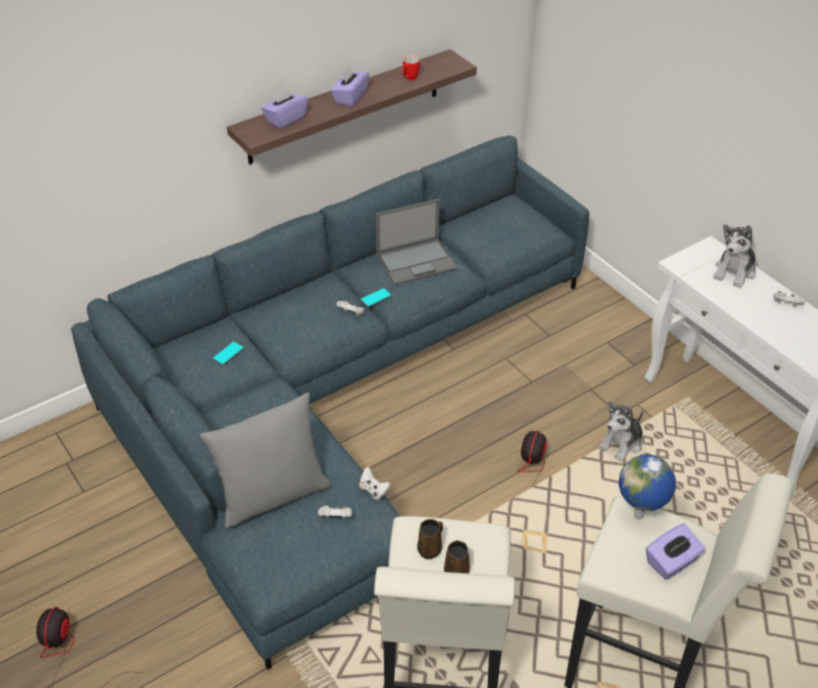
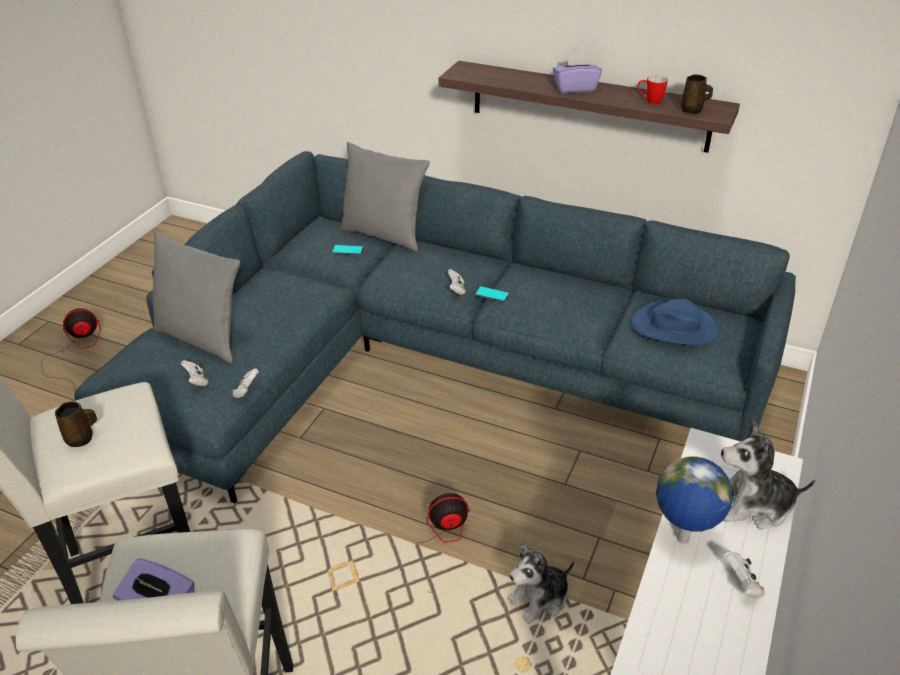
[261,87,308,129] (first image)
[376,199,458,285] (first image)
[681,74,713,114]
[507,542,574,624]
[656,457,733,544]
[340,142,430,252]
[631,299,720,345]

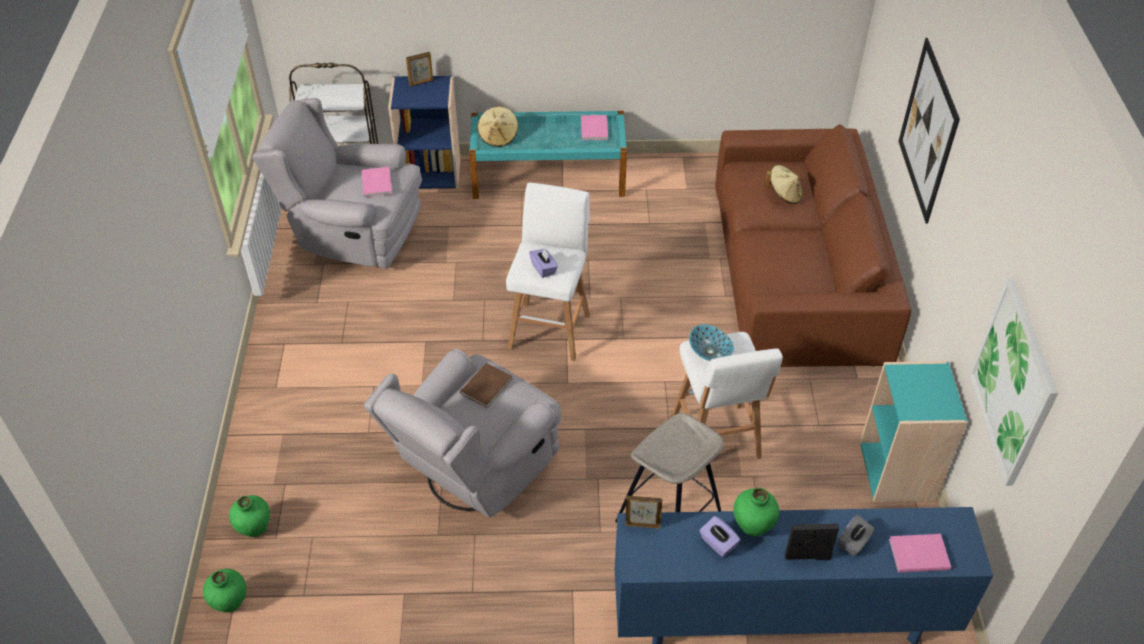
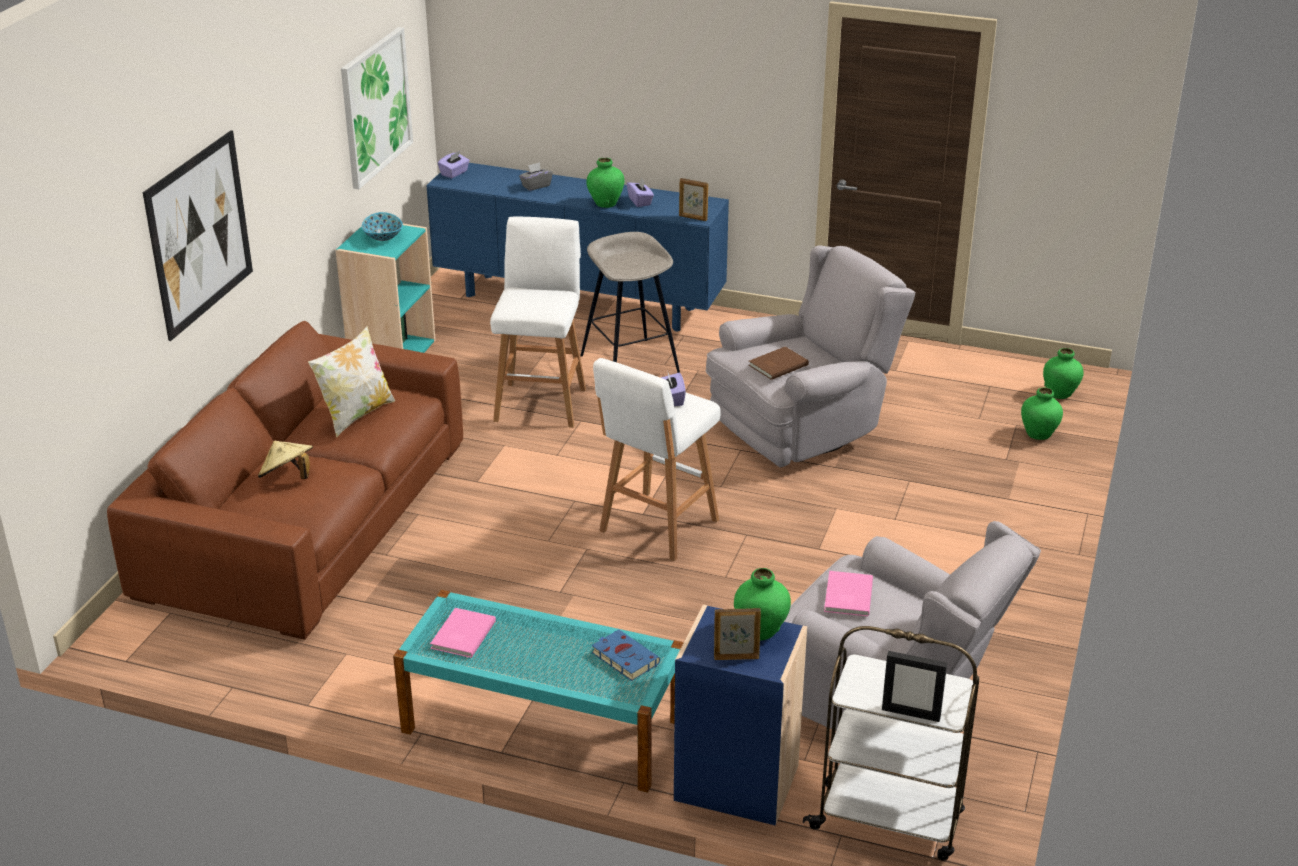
[592,629,660,681]
[362,212,403,241]
[882,651,947,722]
[889,534,951,573] (first image)
[308,326,395,437]
[438,151,470,178]
[734,568,791,640]

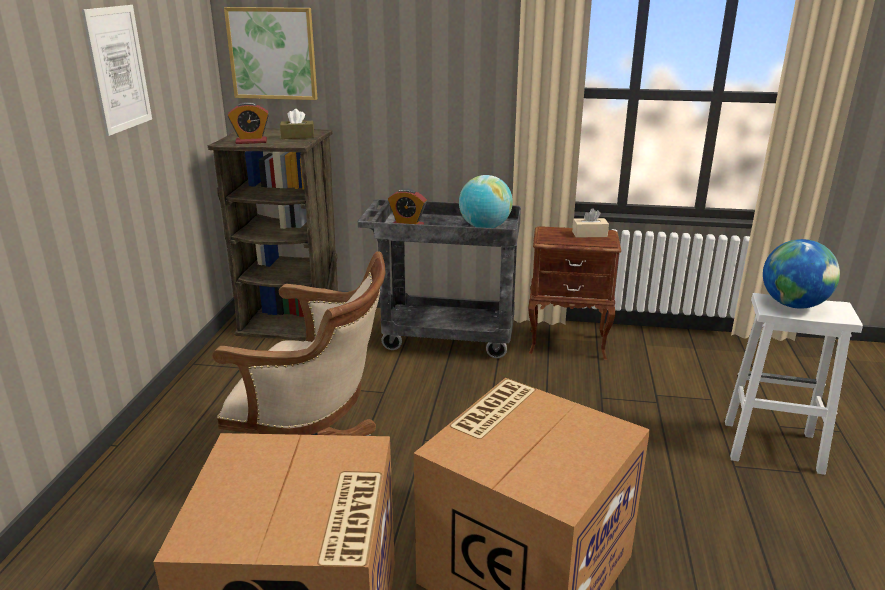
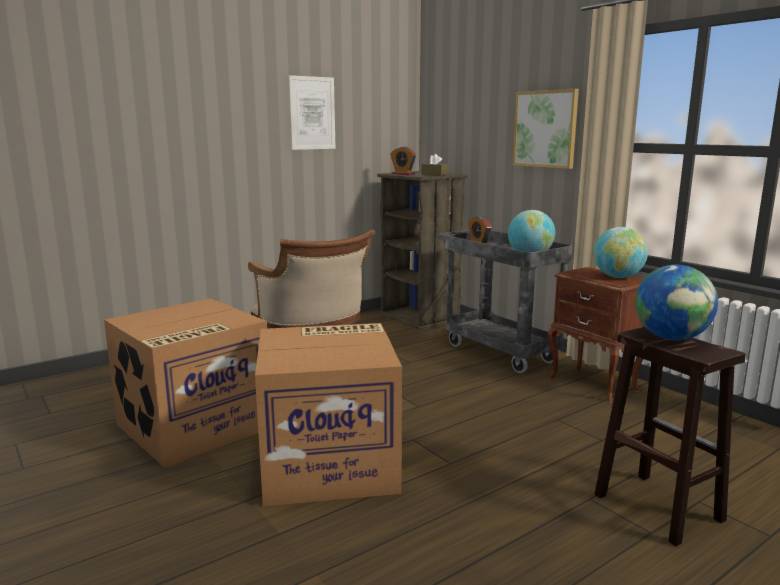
[513,89,579,169]
[593,227,648,278]
[595,327,746,546]

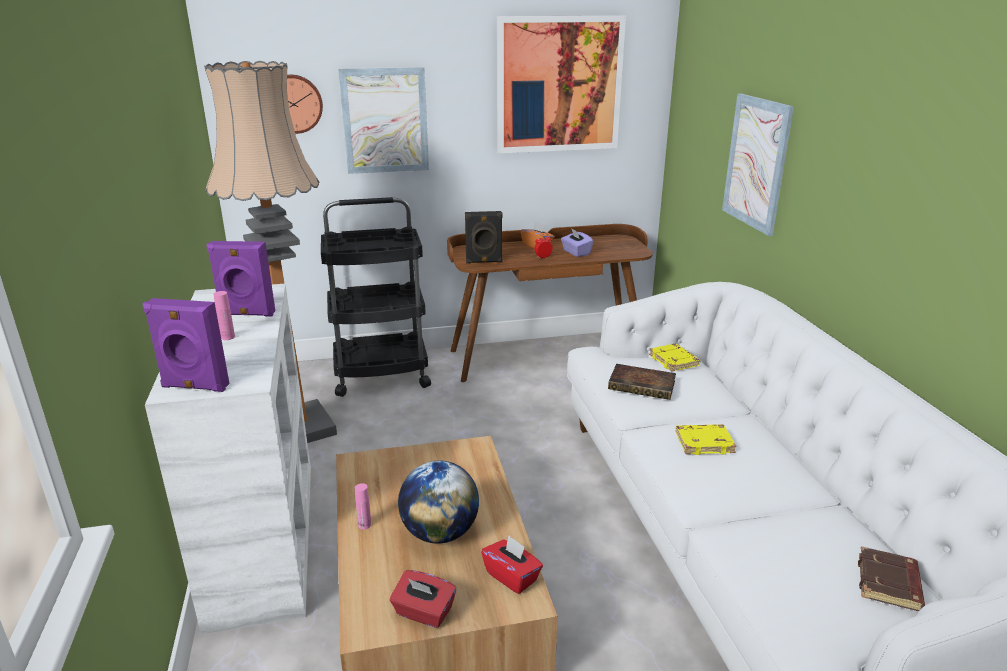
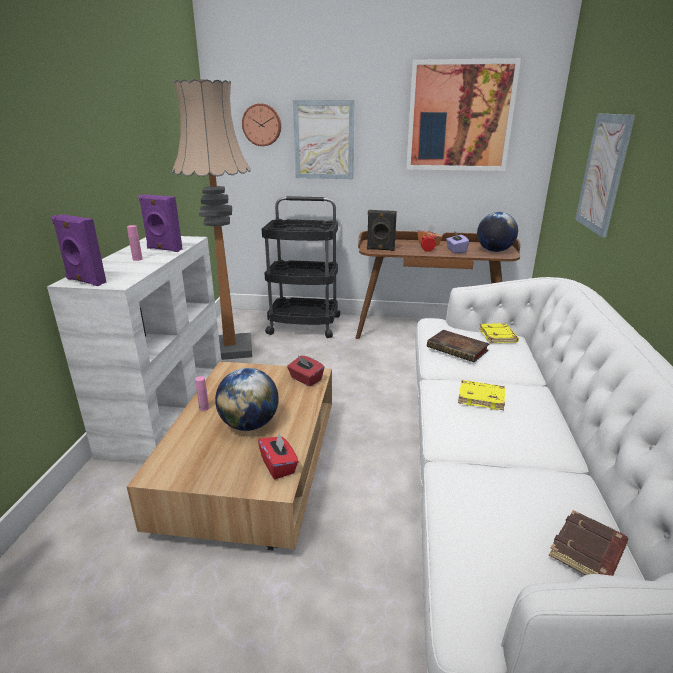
[287,356,324,386]
[477,212,518,252]

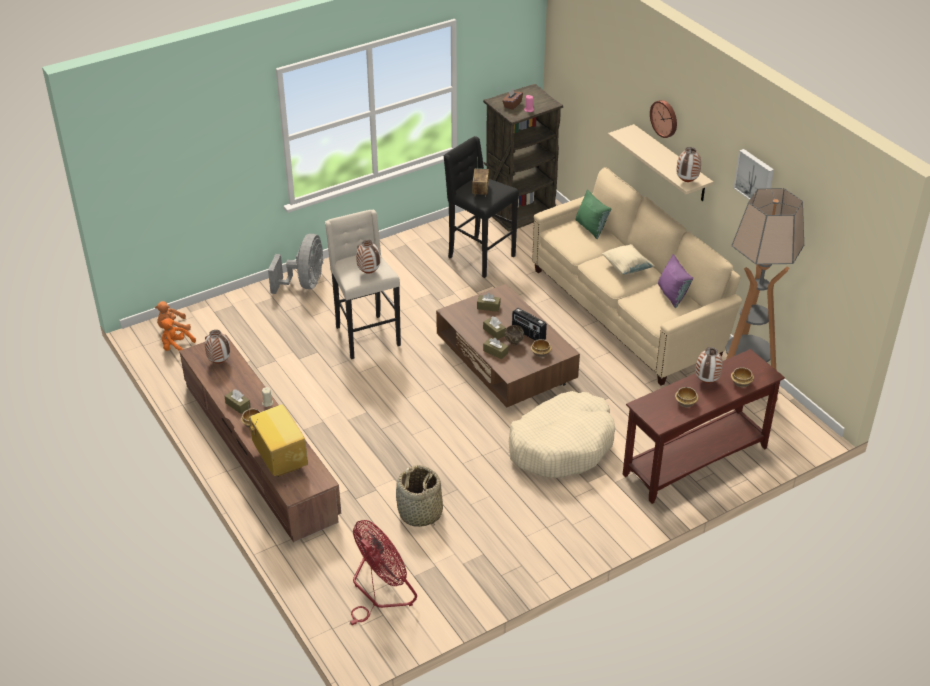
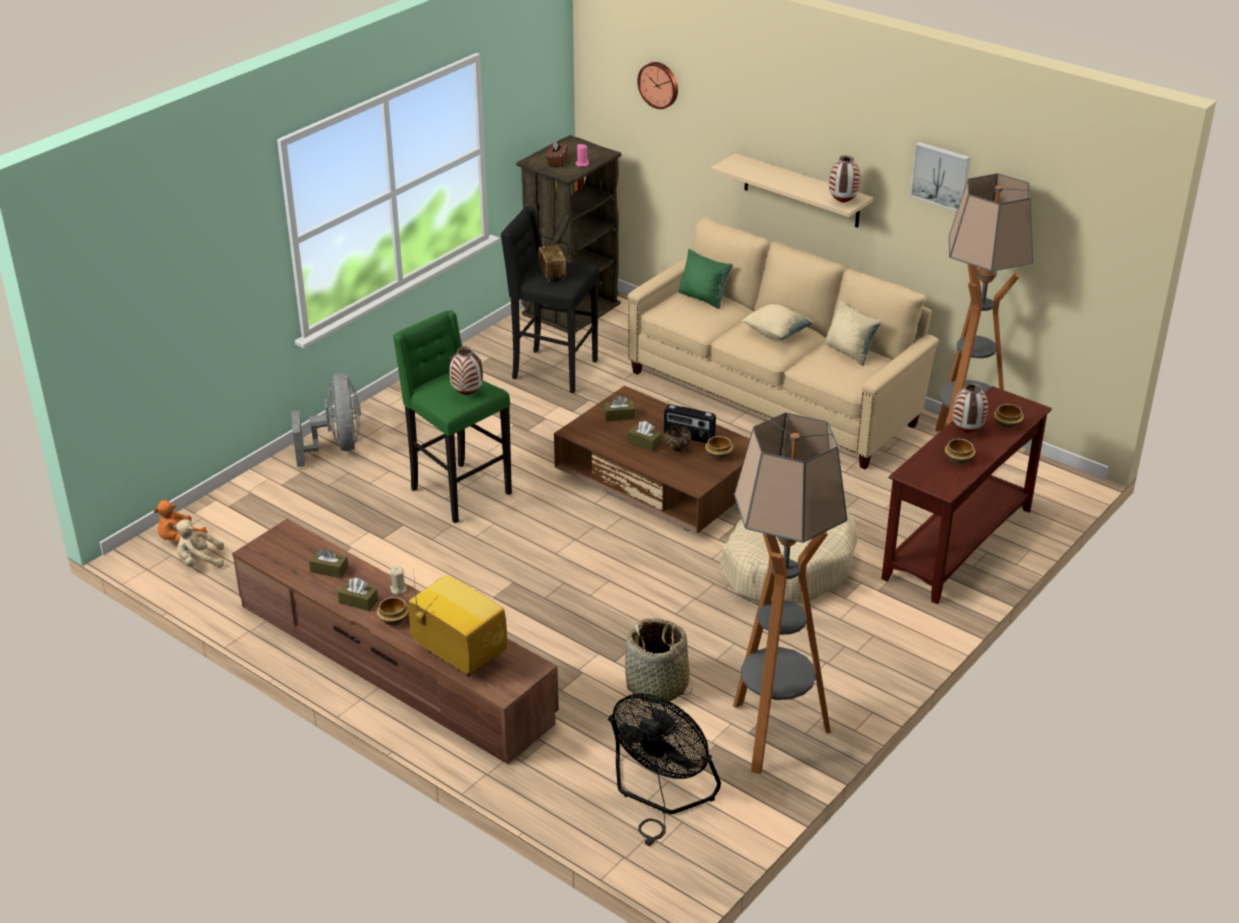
[173,519,224,568]
[205,330,230,364] (first image)
[393,310,512,523]
[608,693,721,846]
[309,548,348,578]
[637,62,678,109]
[825,299,881,366]
[733,413,848,774]

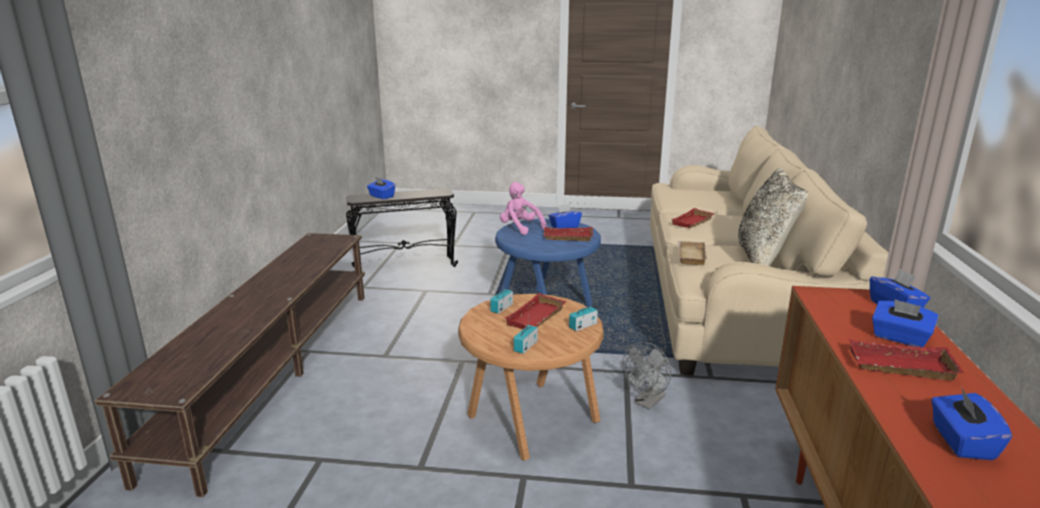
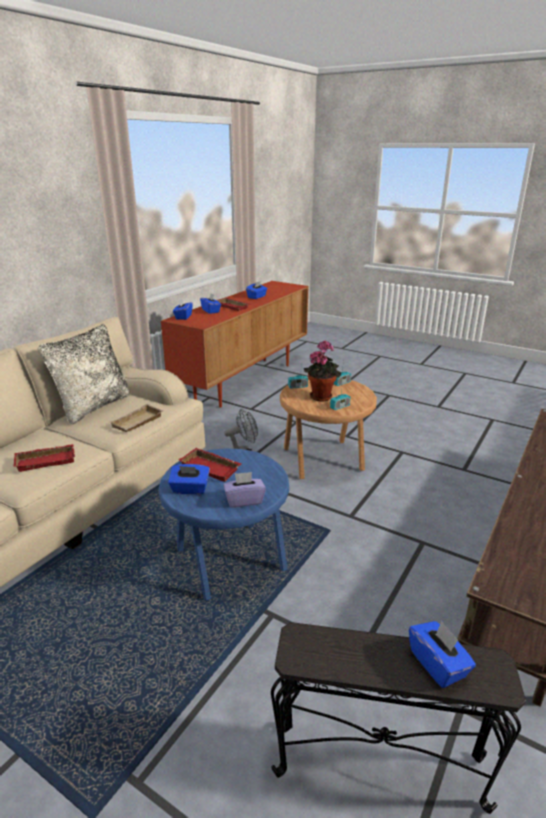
[223,472,266,508]
[304,340,341,401]

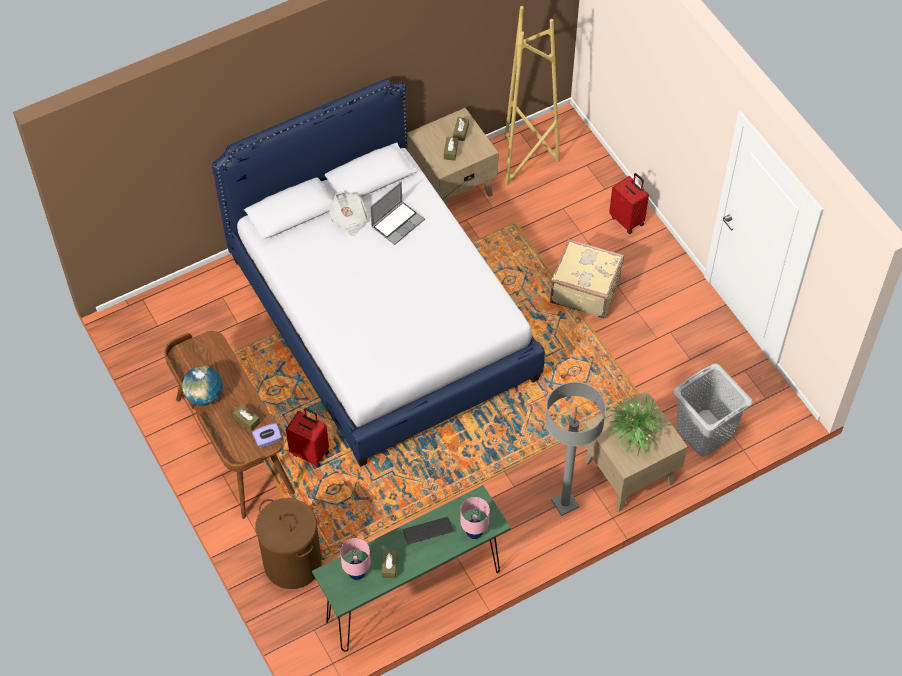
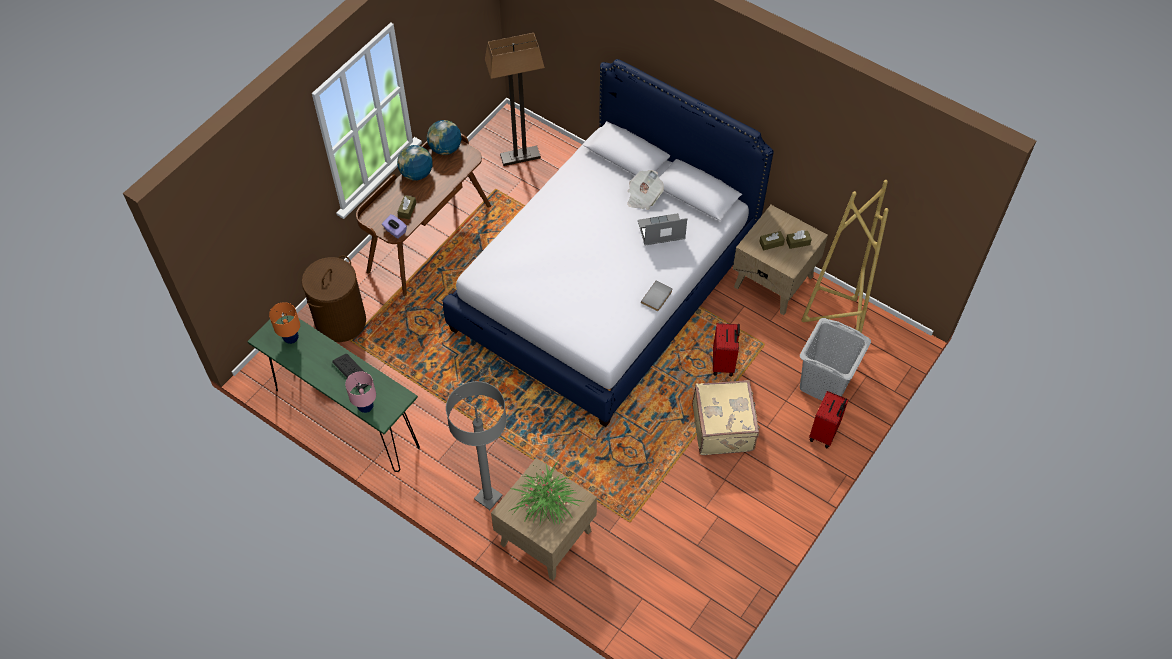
[713,323,740,376]
[269,302,300,344]
[638,213,687,246]
[382,550,397,578] (first image)
[800,318,871,401]
[427,120,462,155]
[485,33,545,166]
[641,281,672,311]

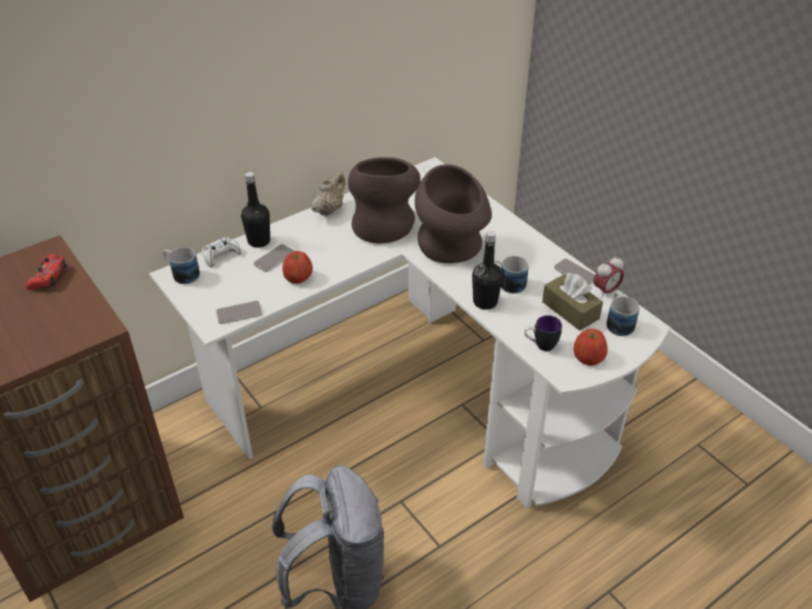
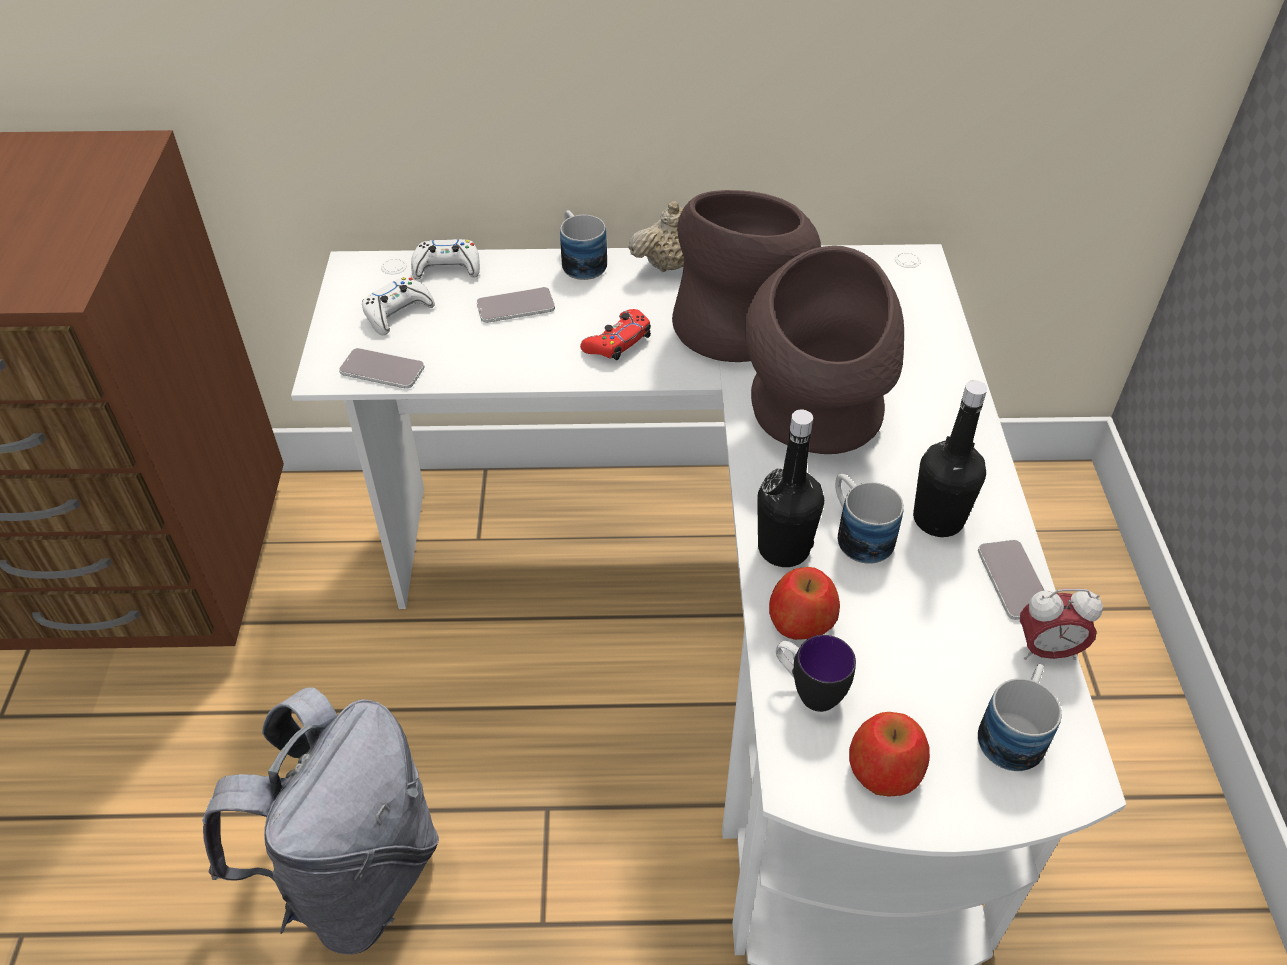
[580,309,651,360]
[560,210,607,280]
[913,380,987,537]
[769,567,840,640]
[542,272,603,331] (first image)
[362,277,435,335]

